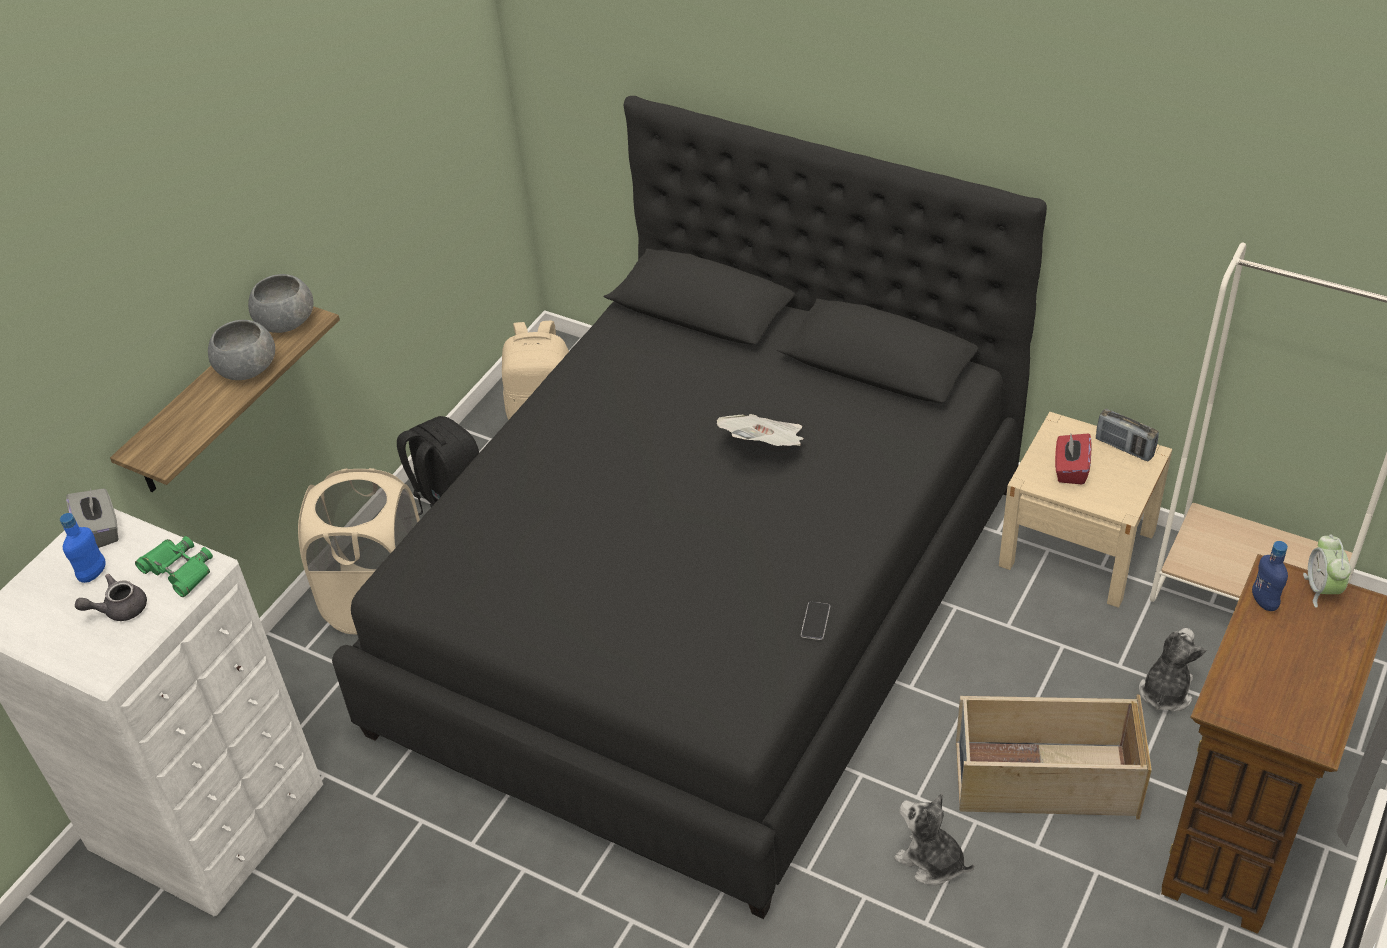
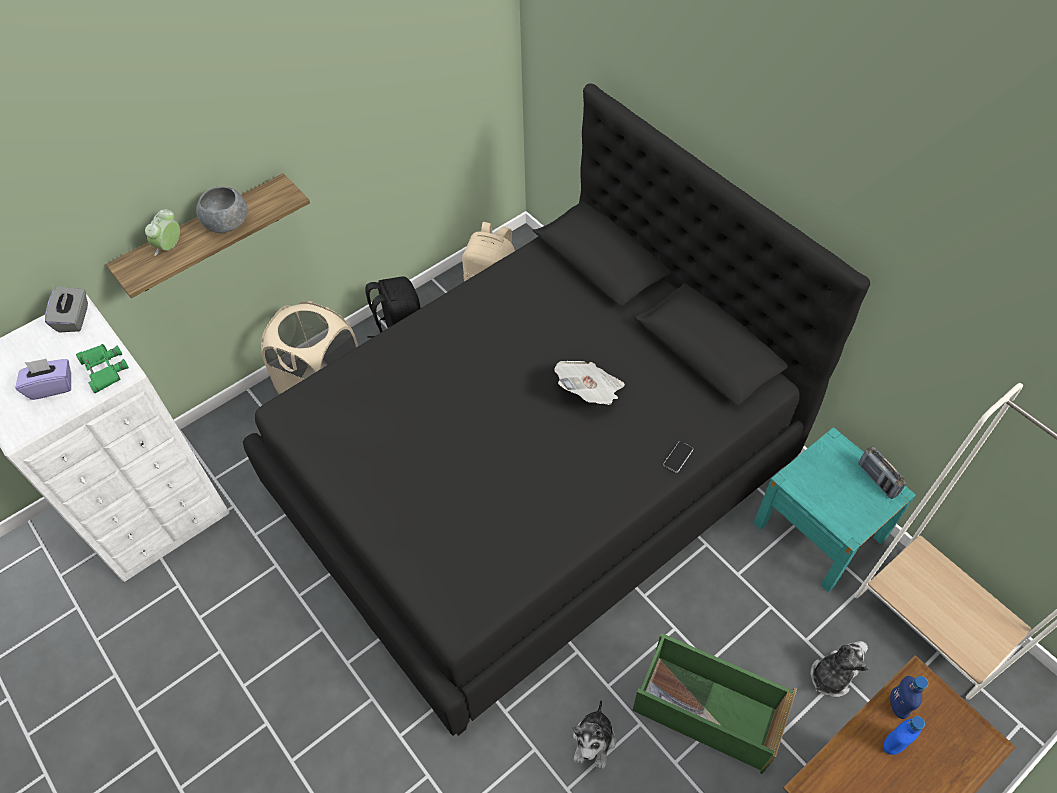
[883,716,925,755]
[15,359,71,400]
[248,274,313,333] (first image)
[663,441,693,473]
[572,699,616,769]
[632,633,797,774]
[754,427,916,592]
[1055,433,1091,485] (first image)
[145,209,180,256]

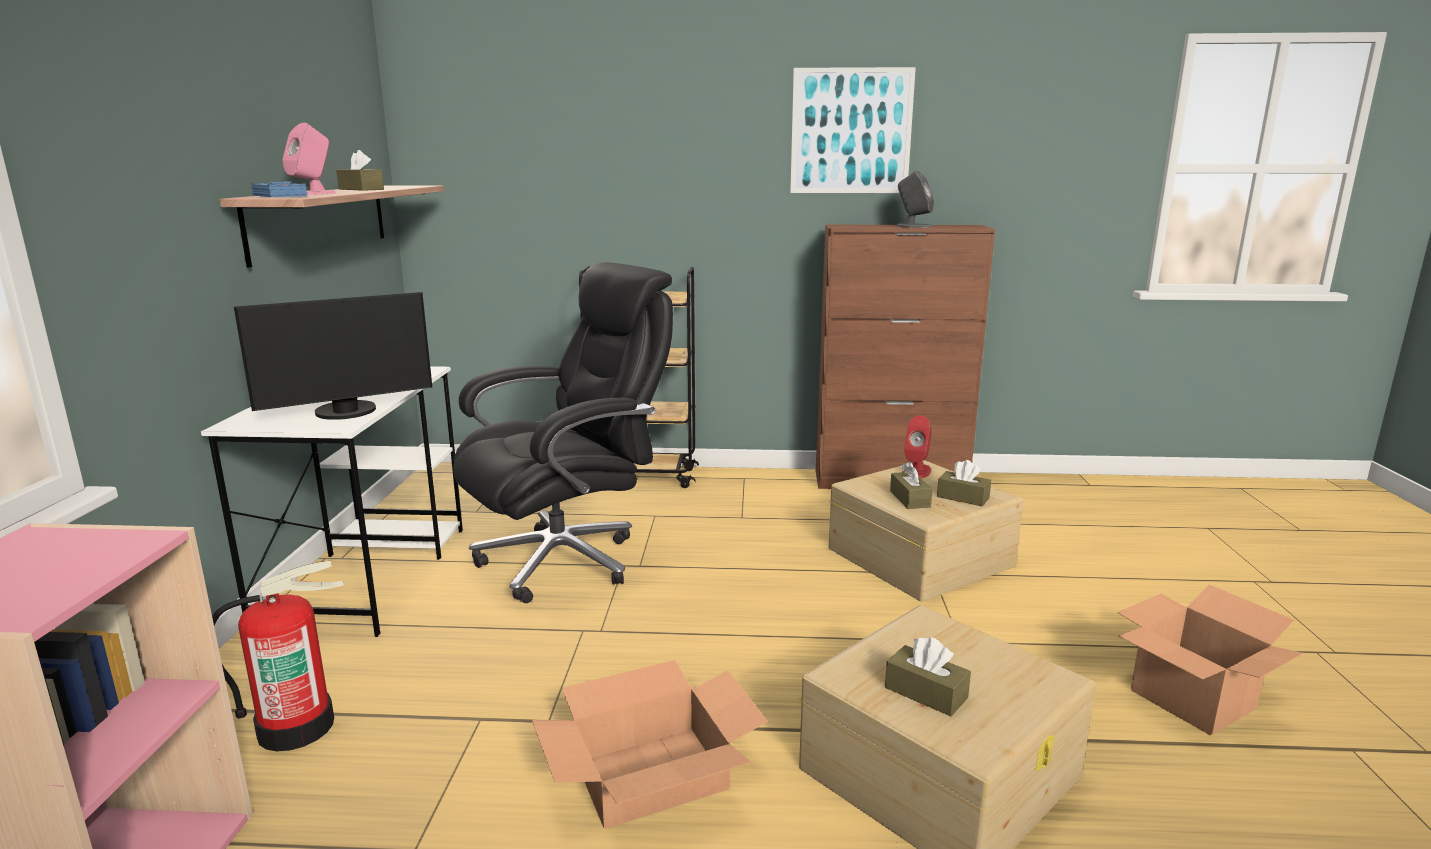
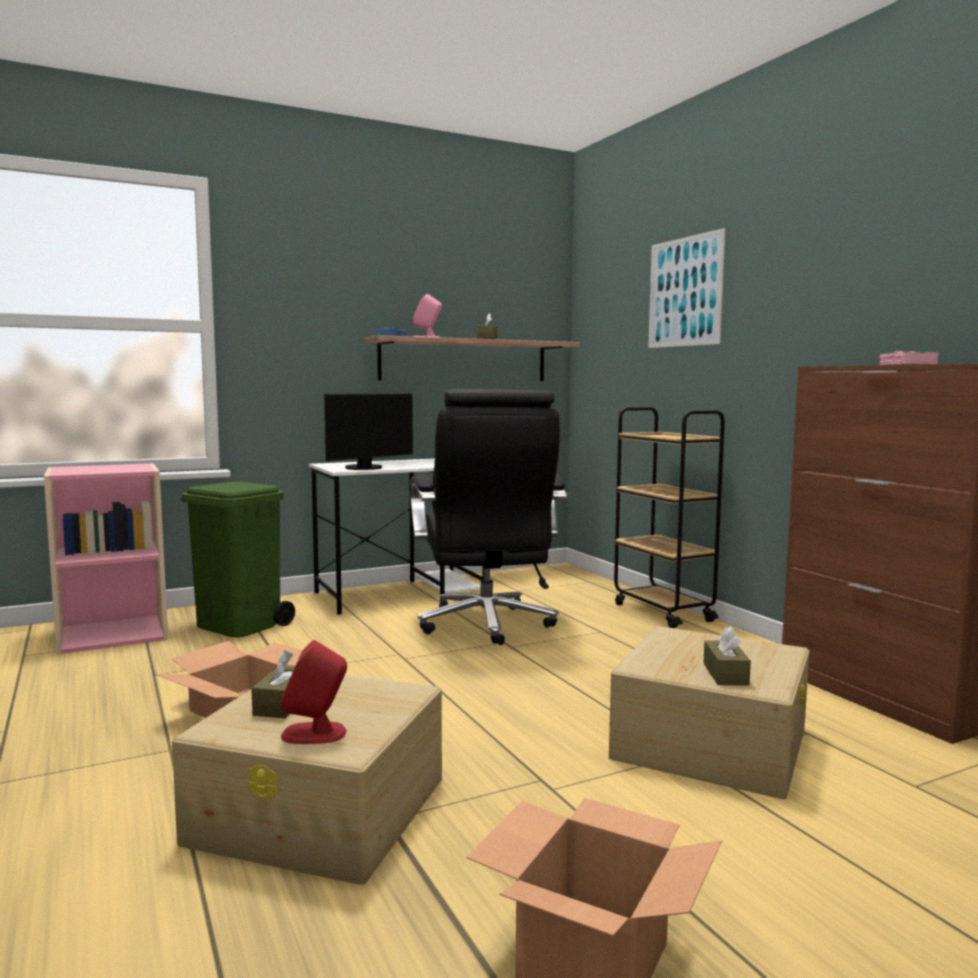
[181,482,295,637]
[324,393,413,470]
[409,389,567,645]
[648,228,725,348]
[890,462,932,509] (first image)
[879,351,938,365]
[281,640,347,744]

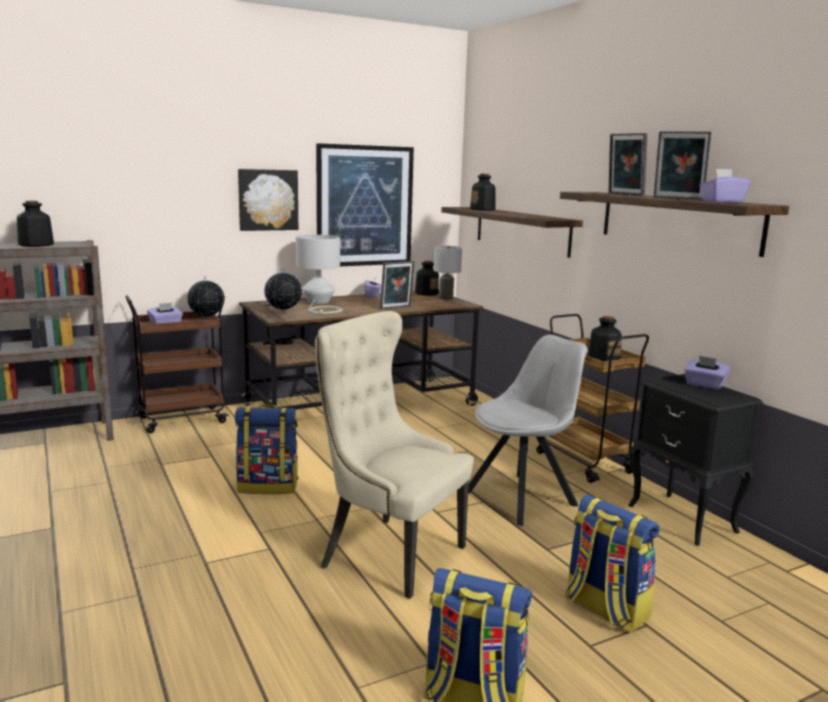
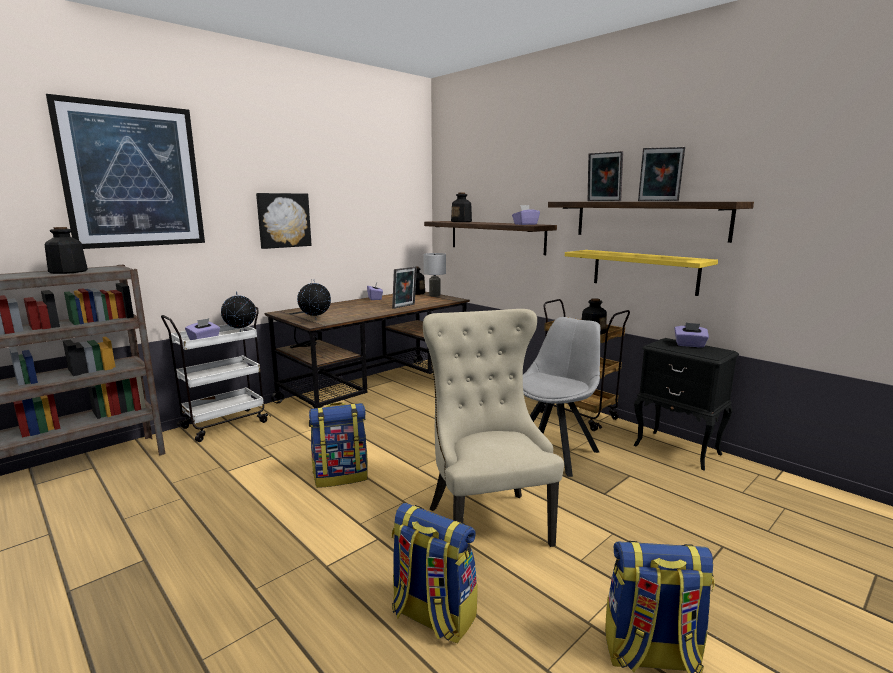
[161,306,270,442]
[296,235,342,314] (first image)
[423,309,564,547]
[46,94,205,249]
[391,503,477,643]
[512,205,540,225]
[565,250,718,296]

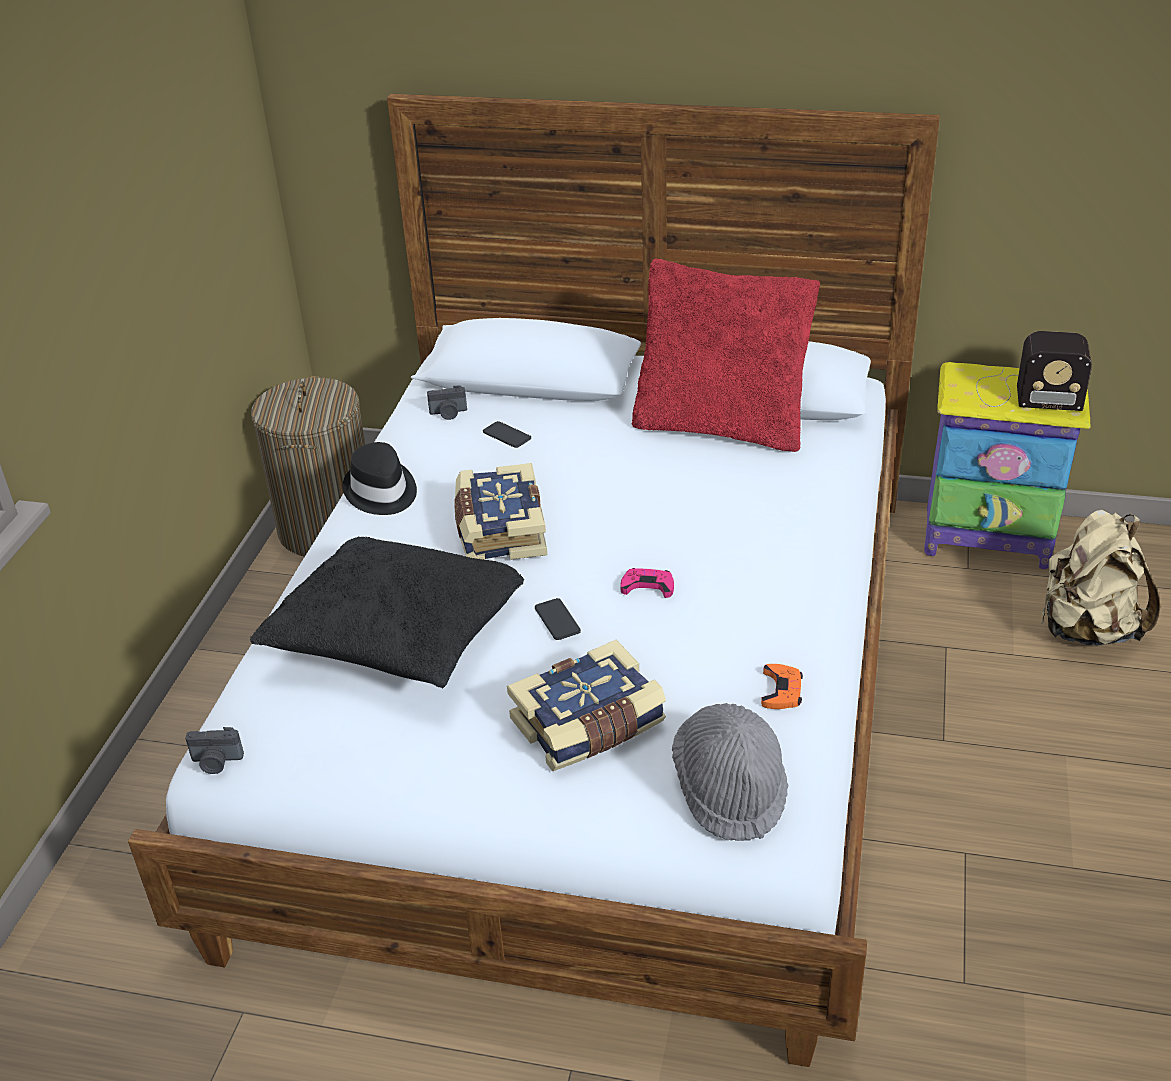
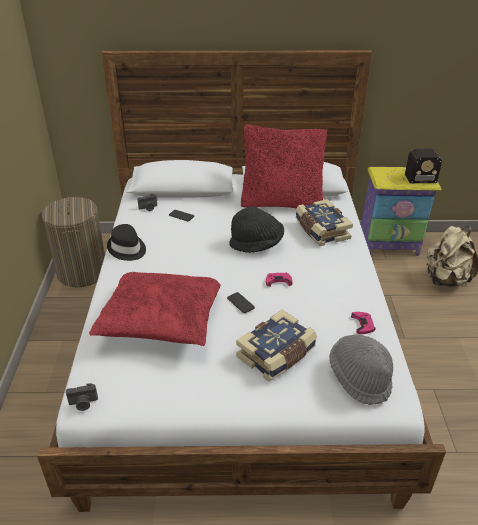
[89,272,221,346]
[295,199,353,246]
[351,312,376,334]
[229,206,284,253]

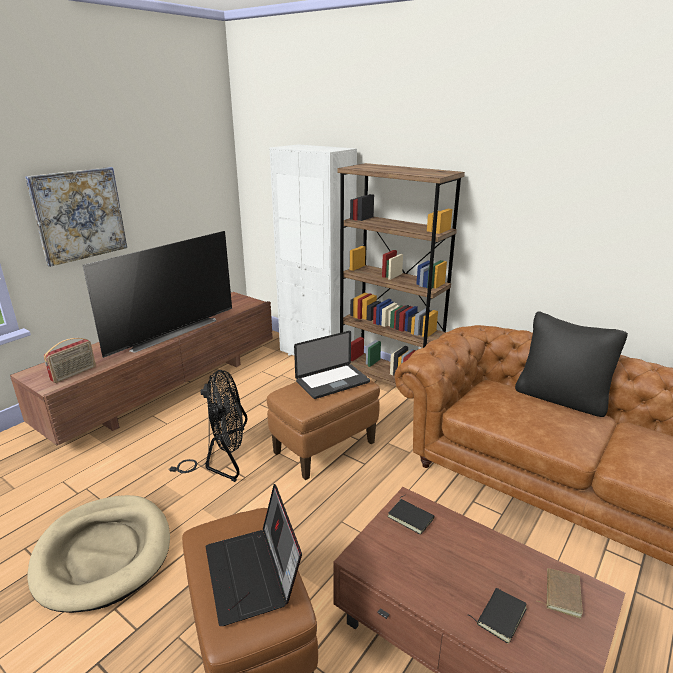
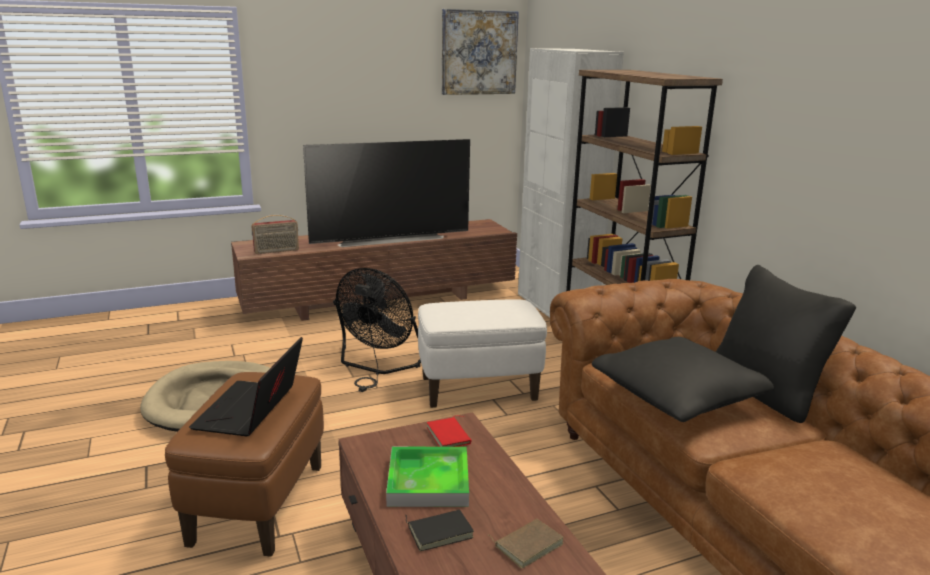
[442,9,519,95]
[333,268,421,392]
[418,299,547,408]
[294,331,370,399] (first image)
[427,415,471,447]
[386,447,469,507]
[592,337,774,422]

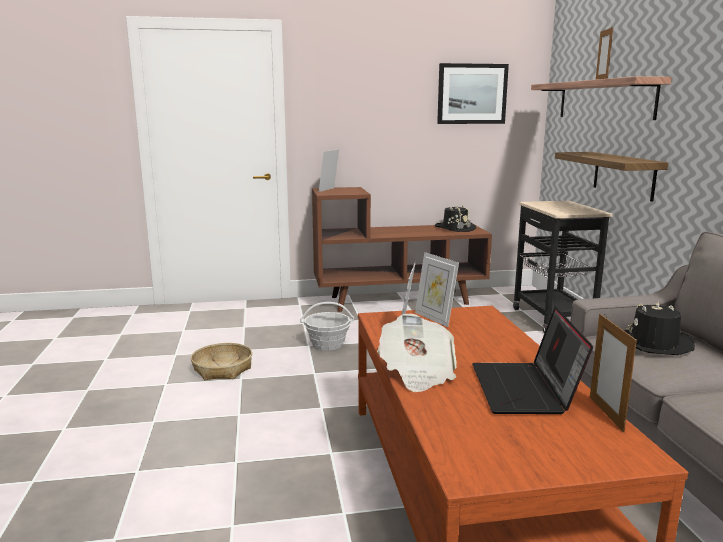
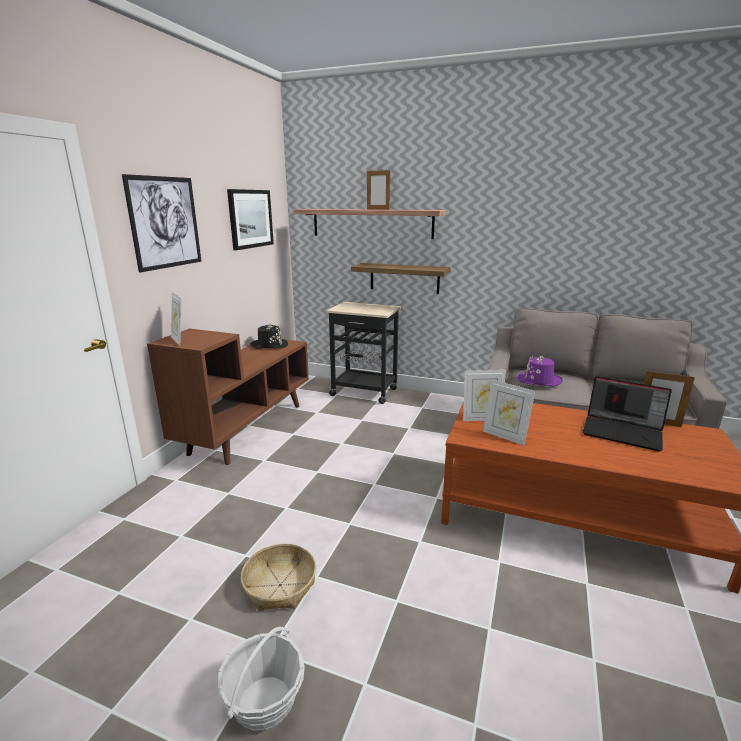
[218,627,305,731]
[378,314,457,392] (first image)
[518,356,563,387]
[122,174,201,272]

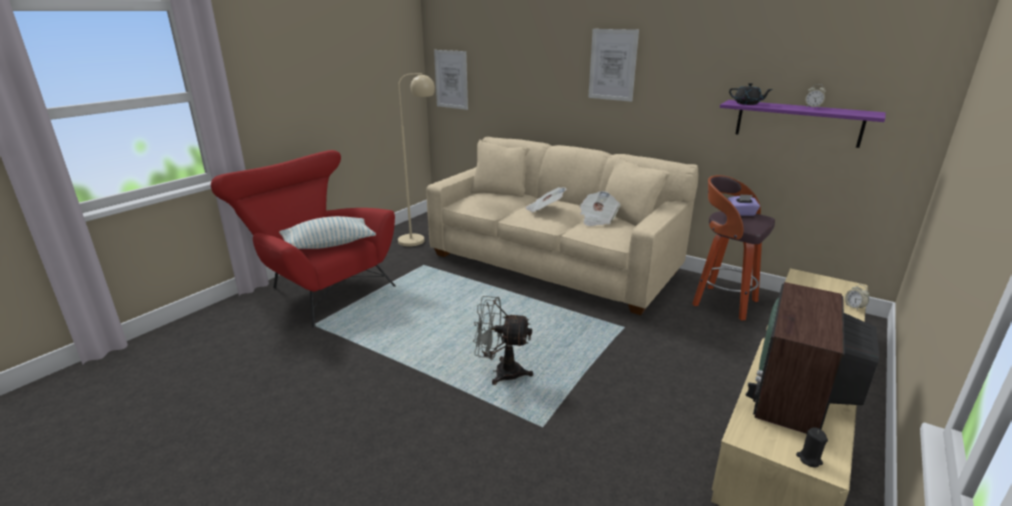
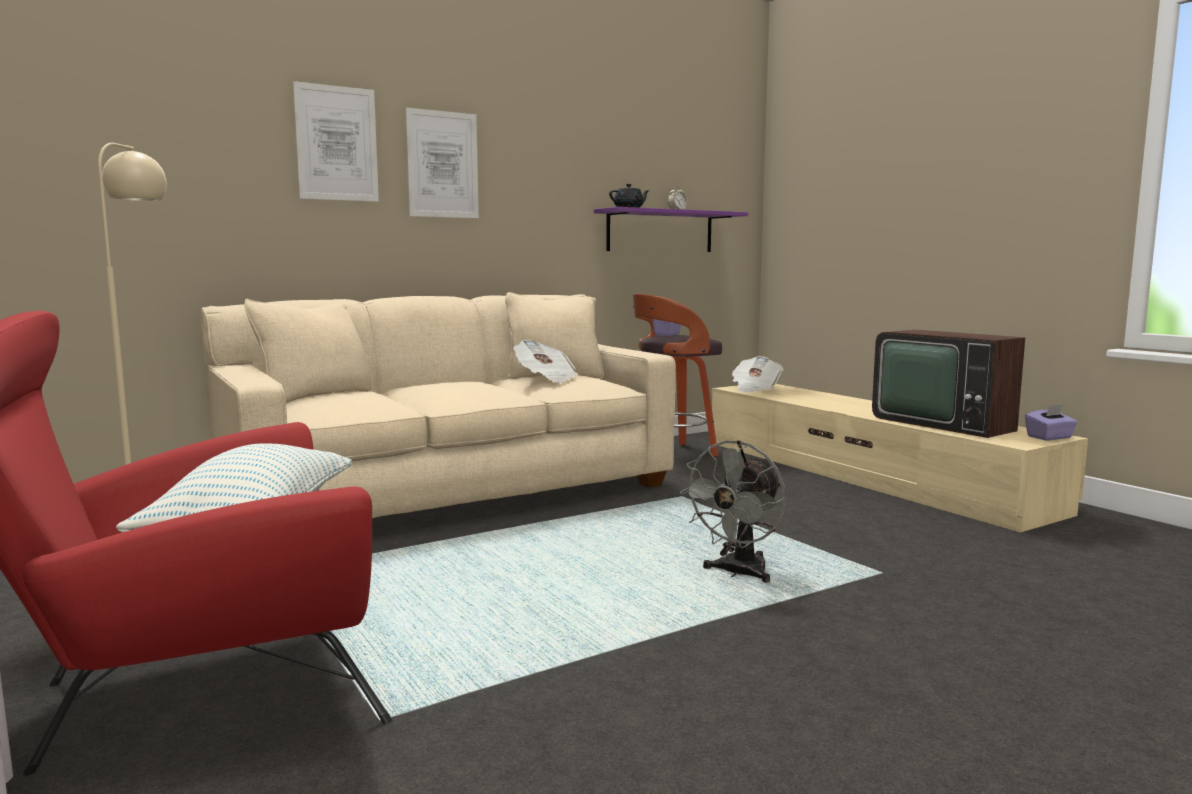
[293,81,379,202]
[731,356,783,392]
[1025,405,1078,440]
[845,284,869,311] (first image)

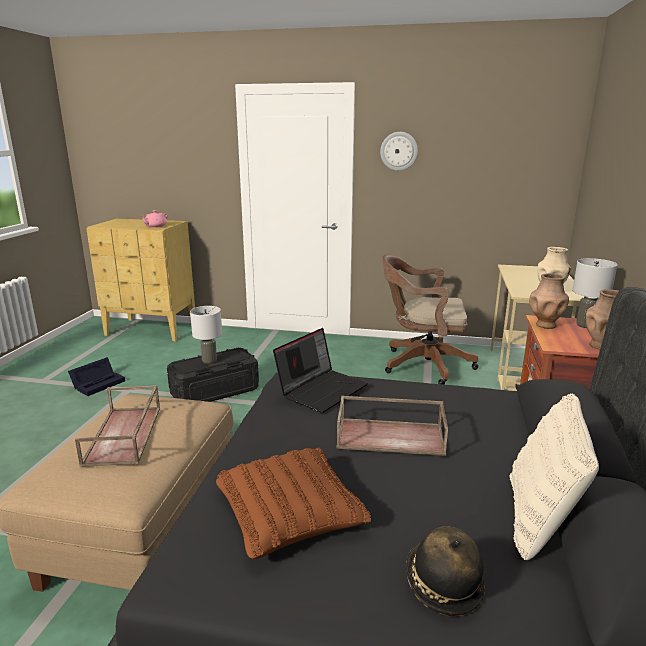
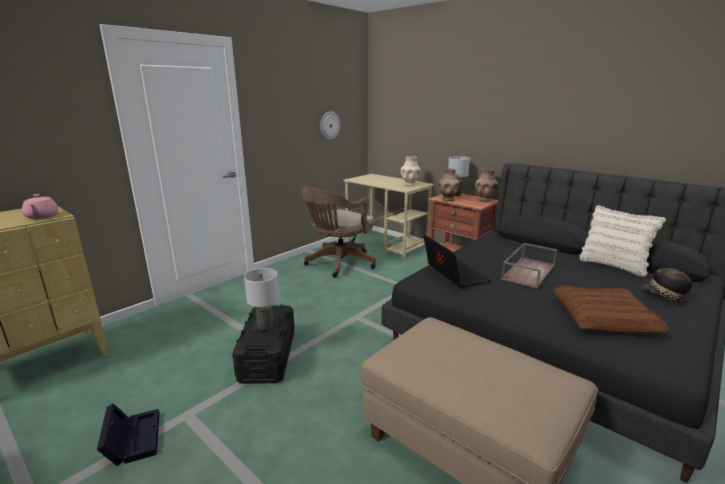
[75,385,160,467] (first image)
[320,111,340,140]

